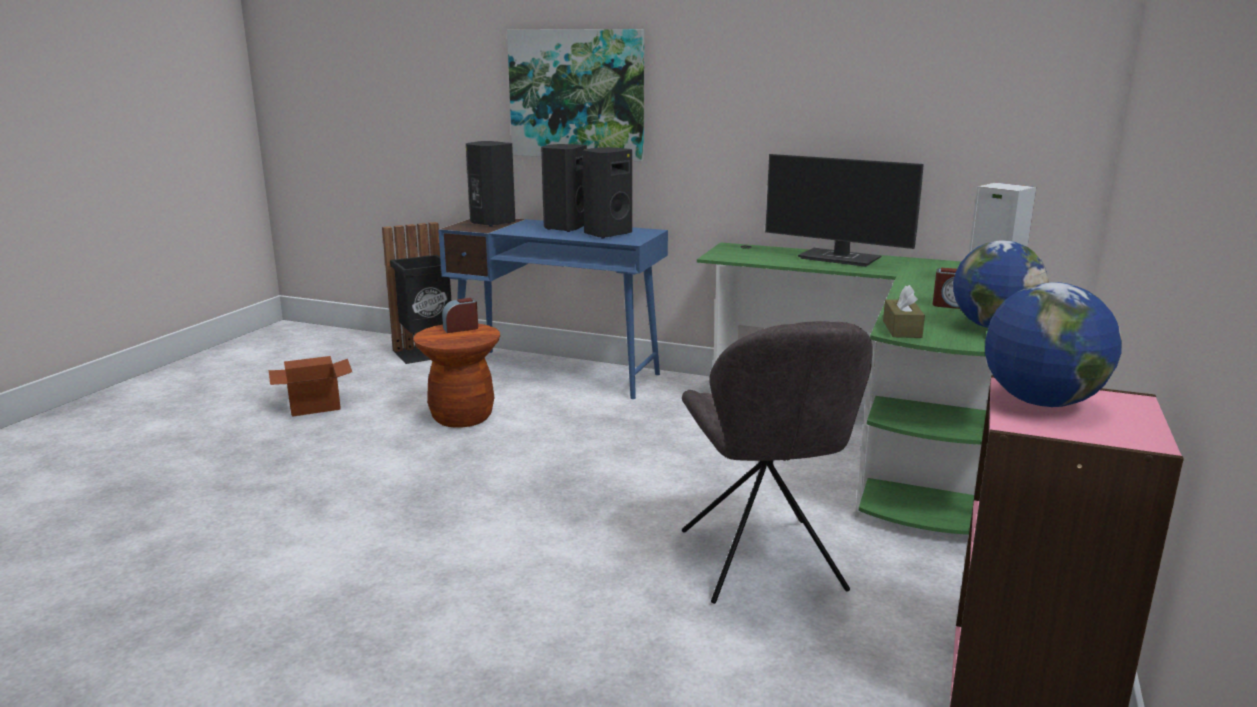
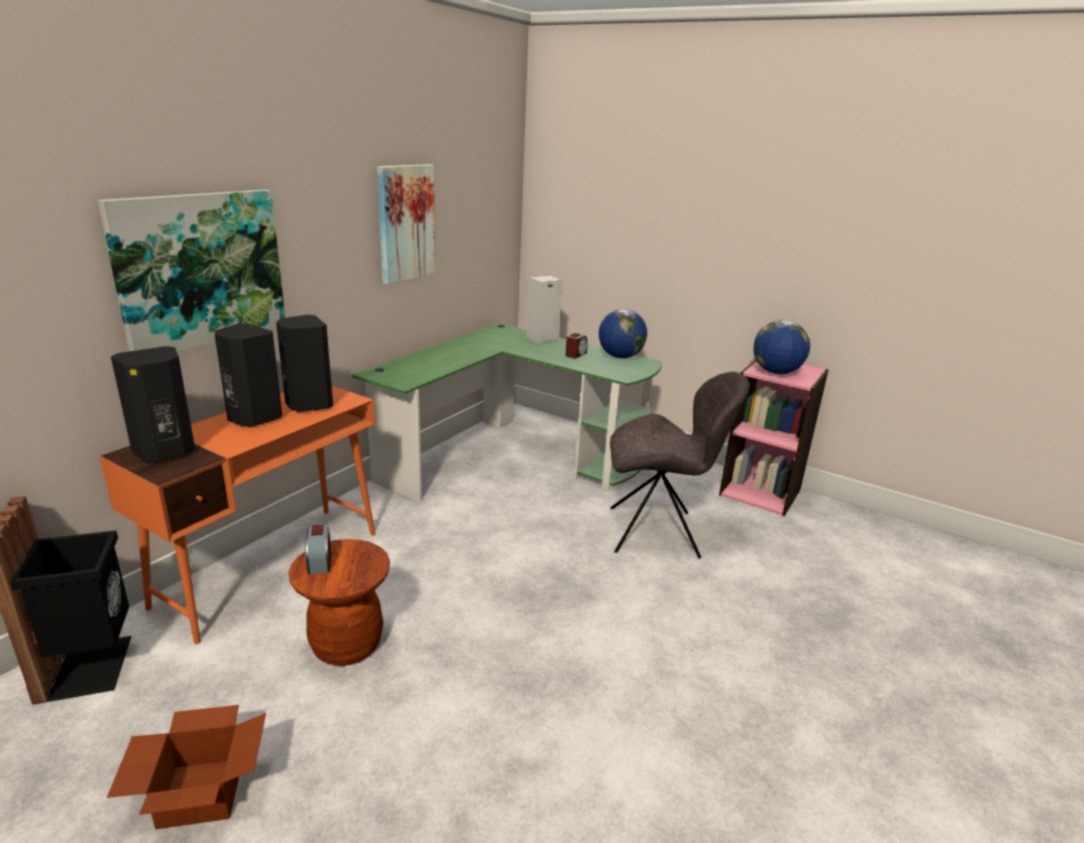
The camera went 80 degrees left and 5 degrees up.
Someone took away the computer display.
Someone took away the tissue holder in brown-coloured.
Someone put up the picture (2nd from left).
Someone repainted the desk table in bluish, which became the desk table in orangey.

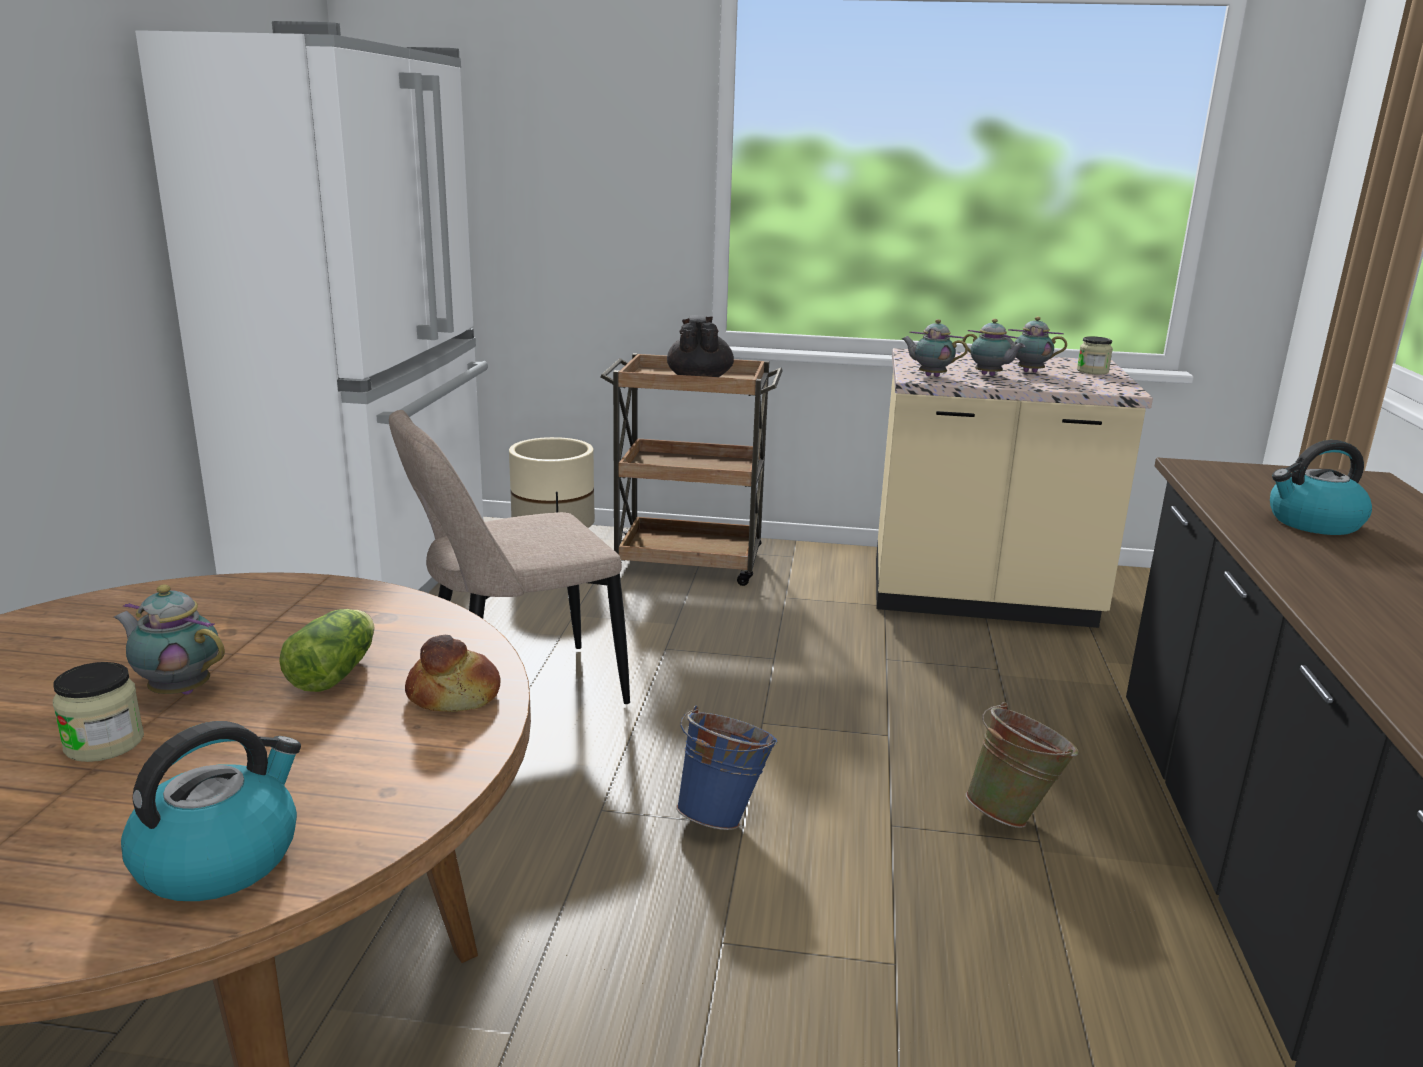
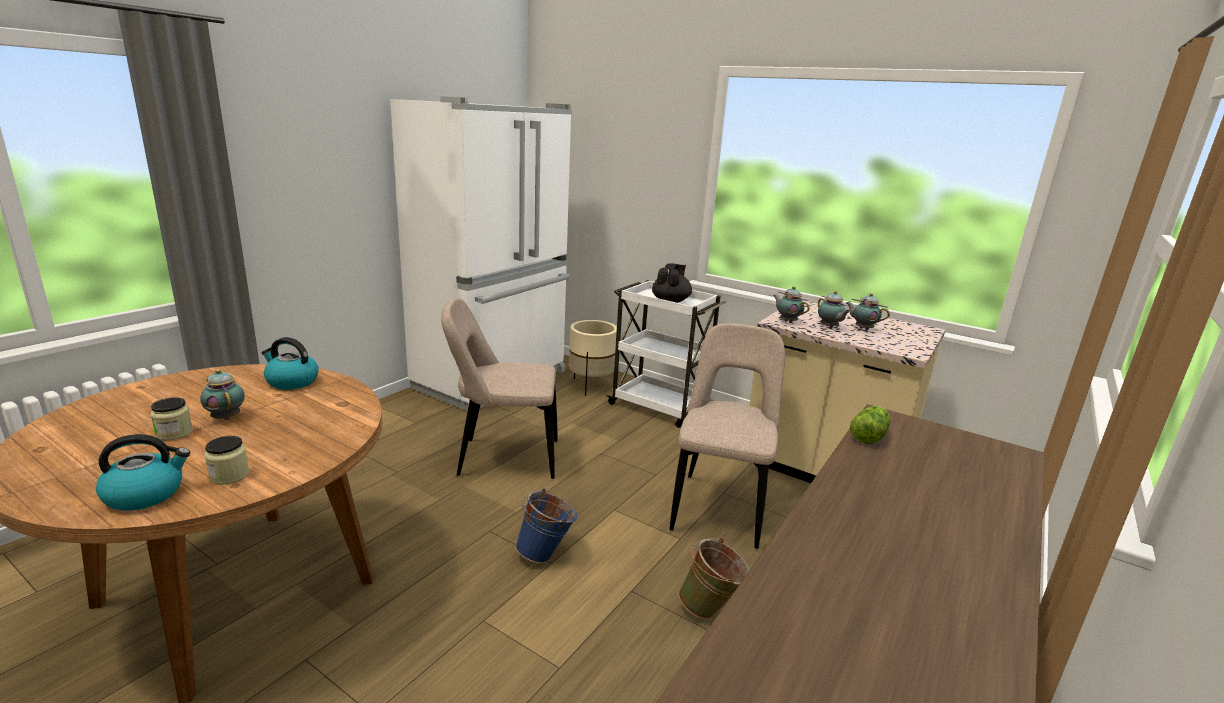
The camera went 25 degrees right and 0 degrees up.
Someone took away the bakery bread.
Someone put down the chair in sand-coloured (2nd from left).
Someone carried the head of lettuce.
Someone carried the storage jar (2nd from left).
Someone carried the tea kettle (2nd from left).
Someone repainted the trolley in brown-coloured, which became the trolley in white.

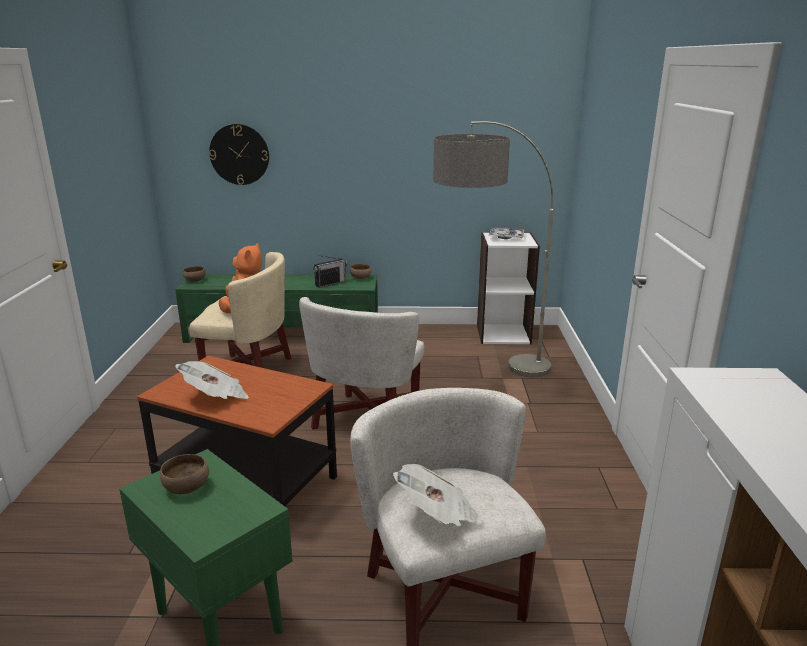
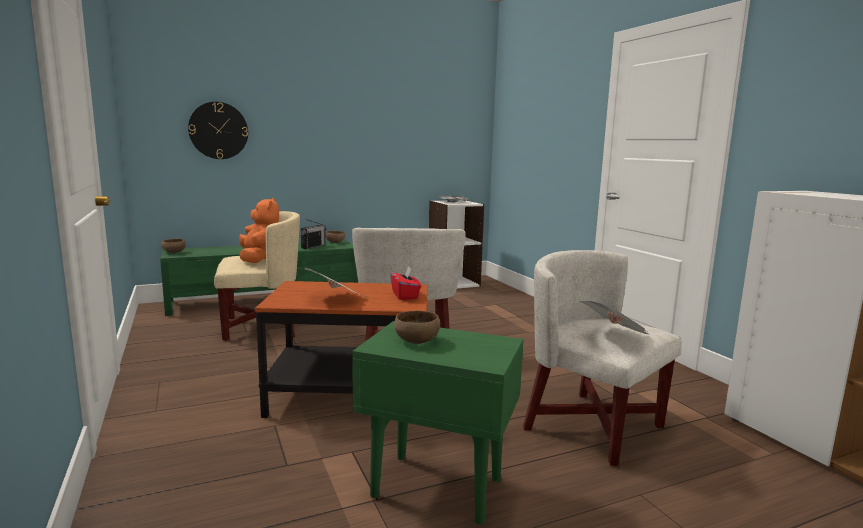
The camera went 25 degrees left and 10 degrees down.
Someone took away the standing lamp.
Someone put down the tissue holder in red.

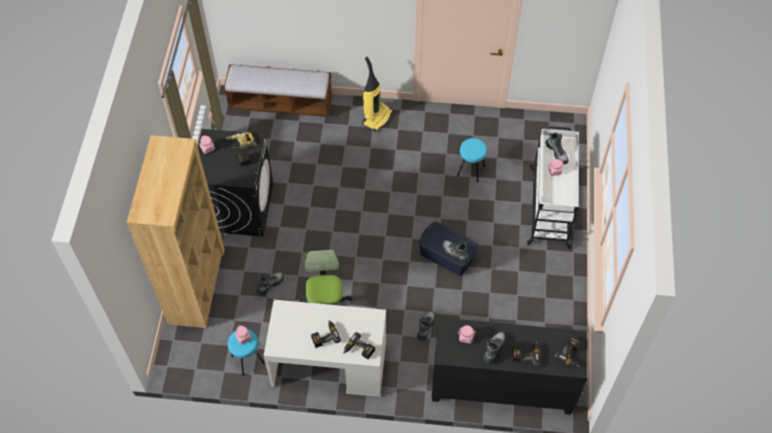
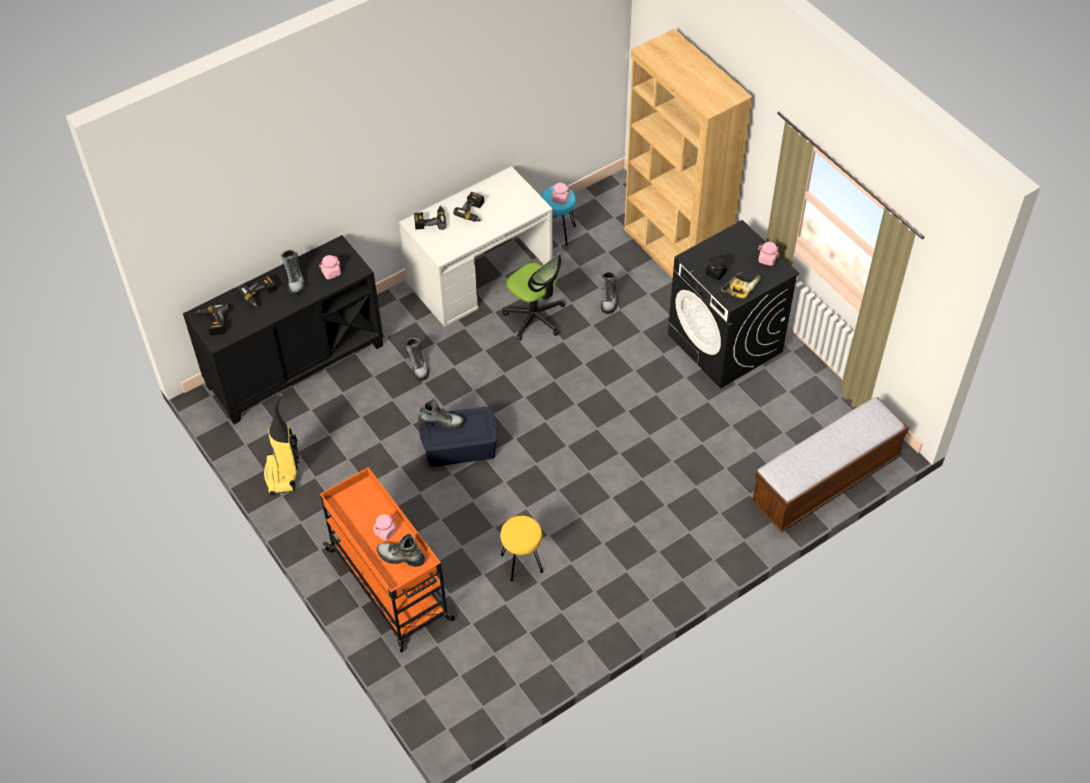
The camera went 140 degrees right and 5 degrees down.
Someone carried the vacuum.
Someone repainted the sitting stool in turquoise (2nd from left), which became the sitting stool in yellow-coloured.
Someone repainted the trolley in white, which became the trolley in orangey.

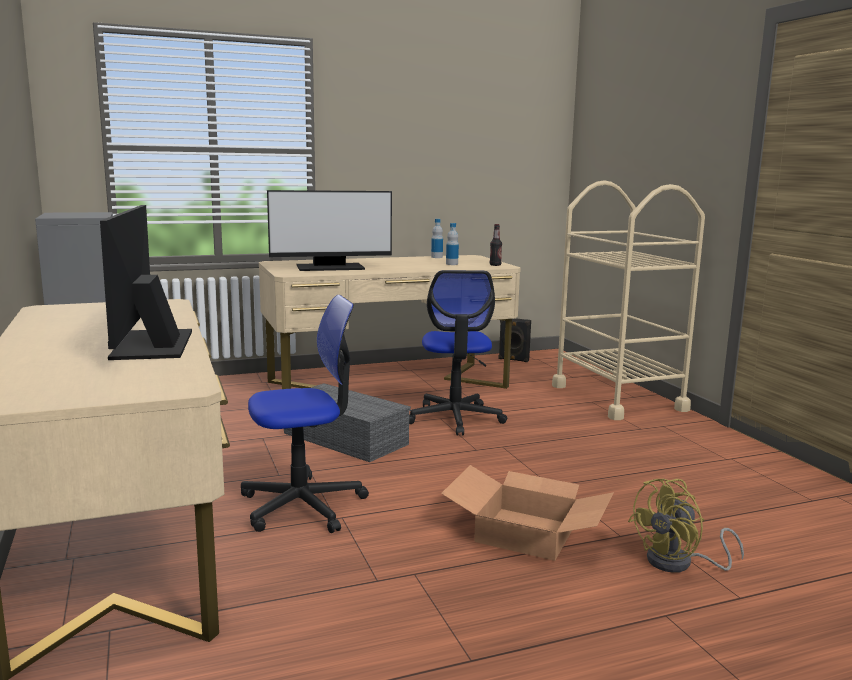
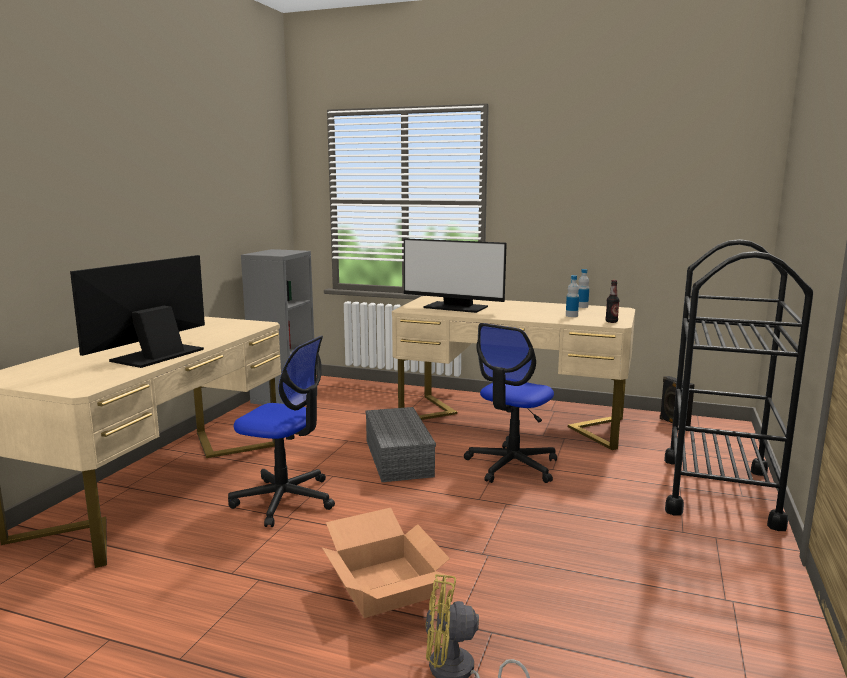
The camera went 40 degrees right and 0 degrees up.
Someone repainted the trolley in sand-coloured, which became the trolley in black-coloured.

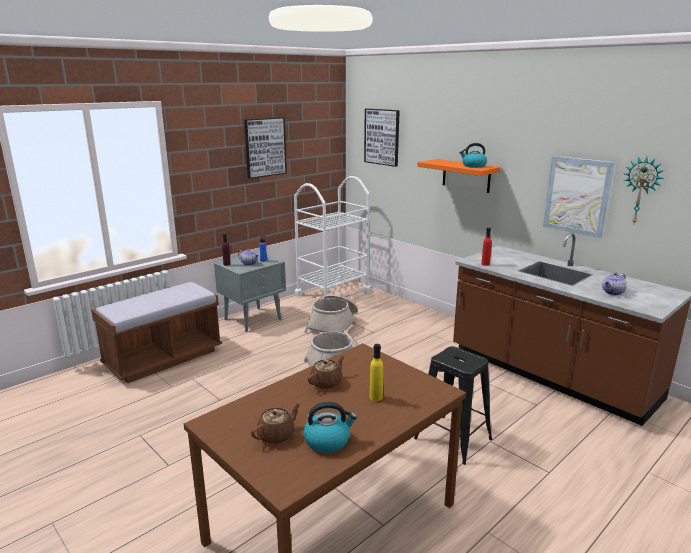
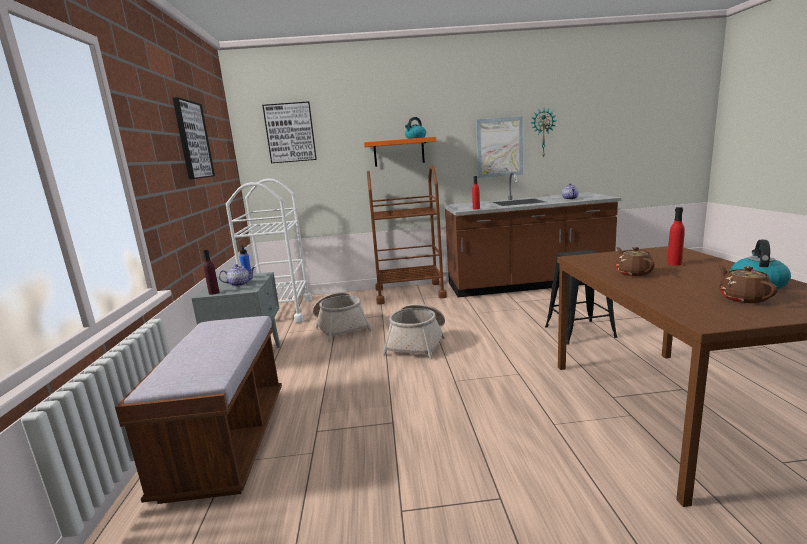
The camera went 50 degrees left and 5 degrees down.
Someone put down the trolley in brown-coloured.
Someone repainted the bottle in yellow-coloured, which became the bottle in red (2nd from left).

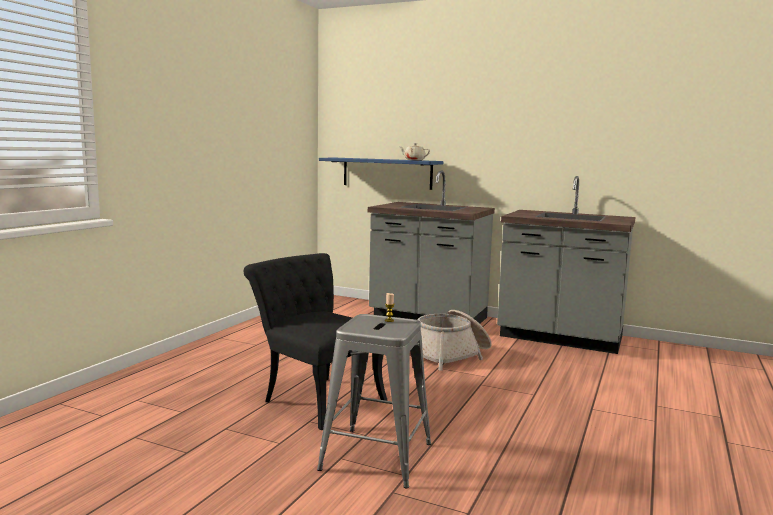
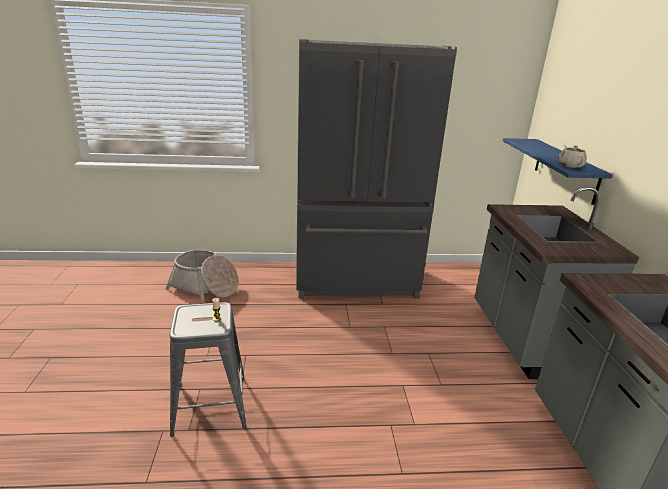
The camera went 60 degrees right and 15 degrees up.
Someone took away the chair in black-coloured.
Someone put down the refrigerator in greyish.
Someone carried the basket.

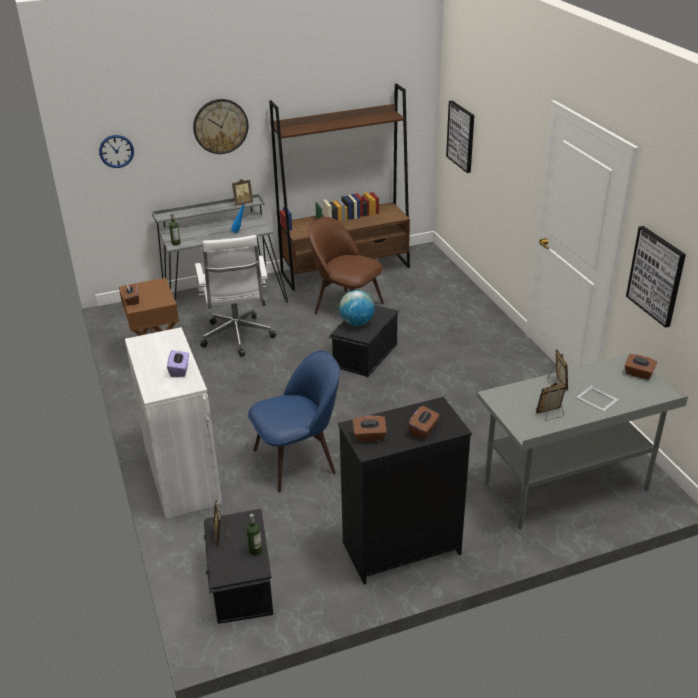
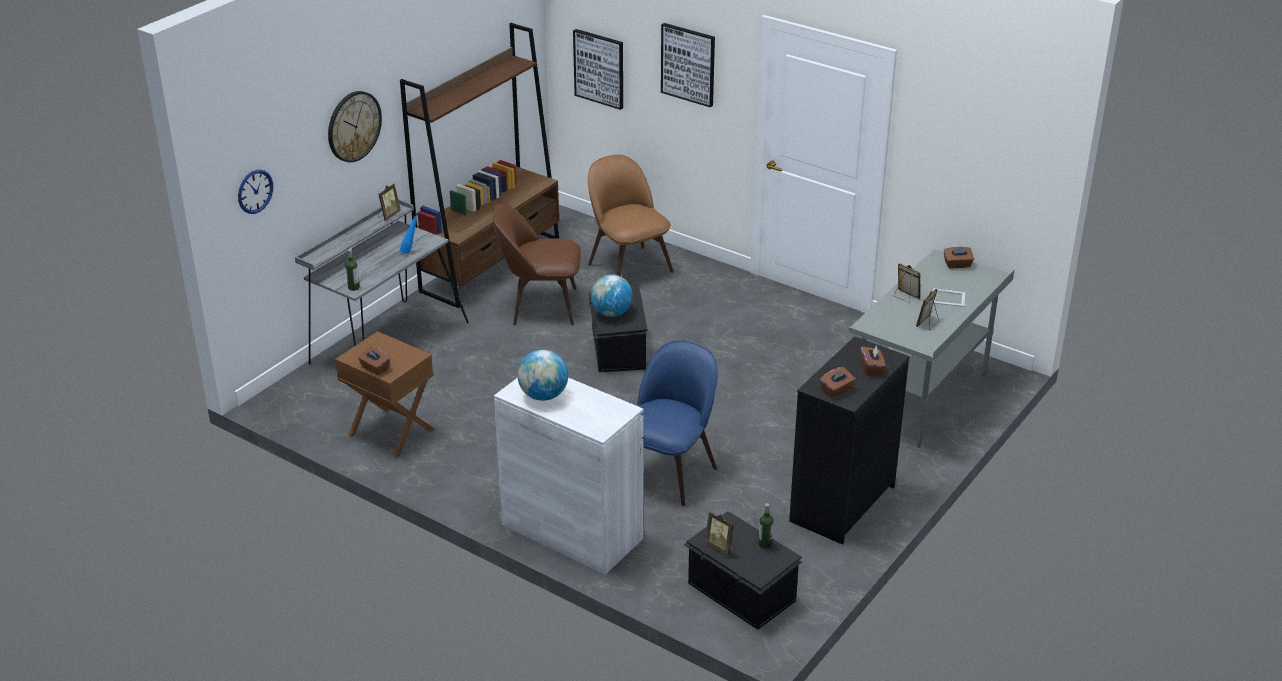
The camera went 35 degrees left and 0 degrees up.
Someone took away the tissue holder in purplish.
Someone took away the desk chair in white.
Someone put down the world globe (1st from left).
Someone put down the chair in brown-coloured (2nd from left).
Someone carried the picture (2nd from left).

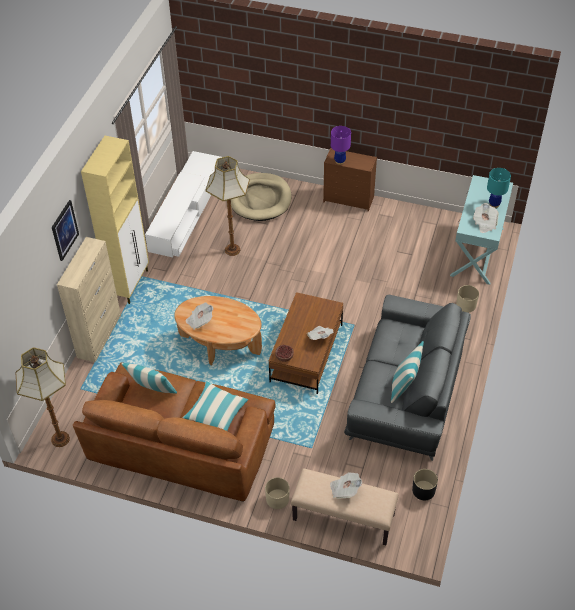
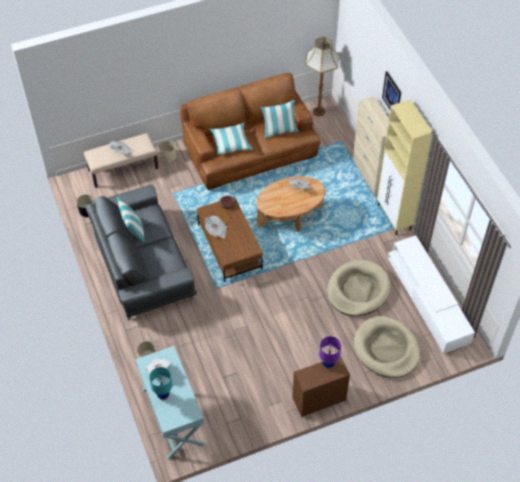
The camera went 140 degrees right and 5 degrees up.
Someone swapped the standing lamp (2nd from left) for the pet bed in sand-coloured (1st from left).

